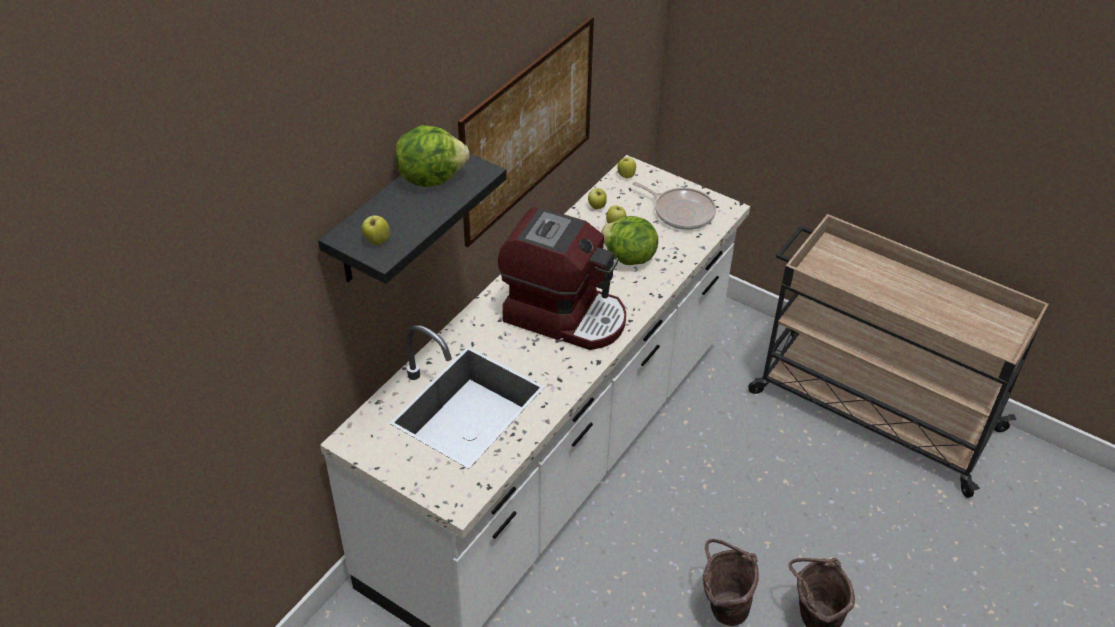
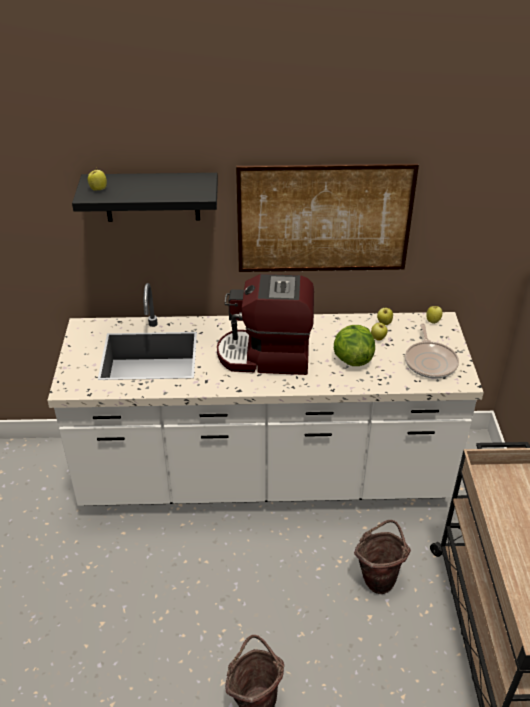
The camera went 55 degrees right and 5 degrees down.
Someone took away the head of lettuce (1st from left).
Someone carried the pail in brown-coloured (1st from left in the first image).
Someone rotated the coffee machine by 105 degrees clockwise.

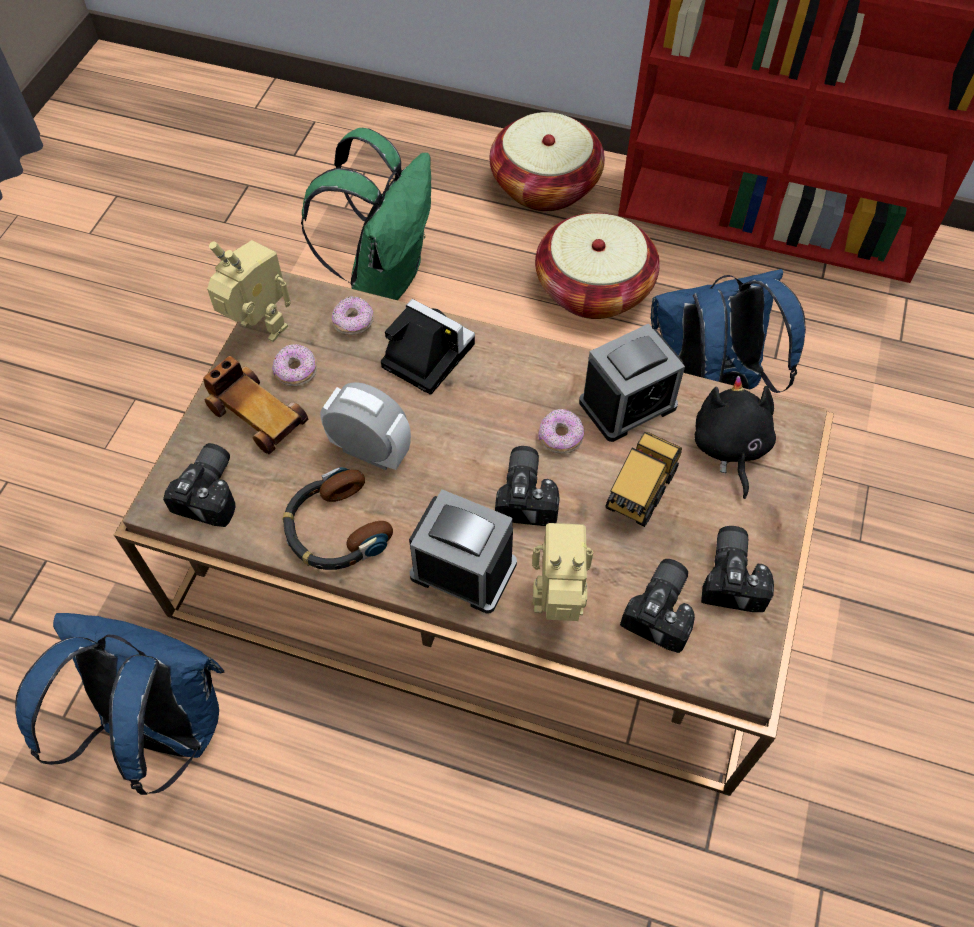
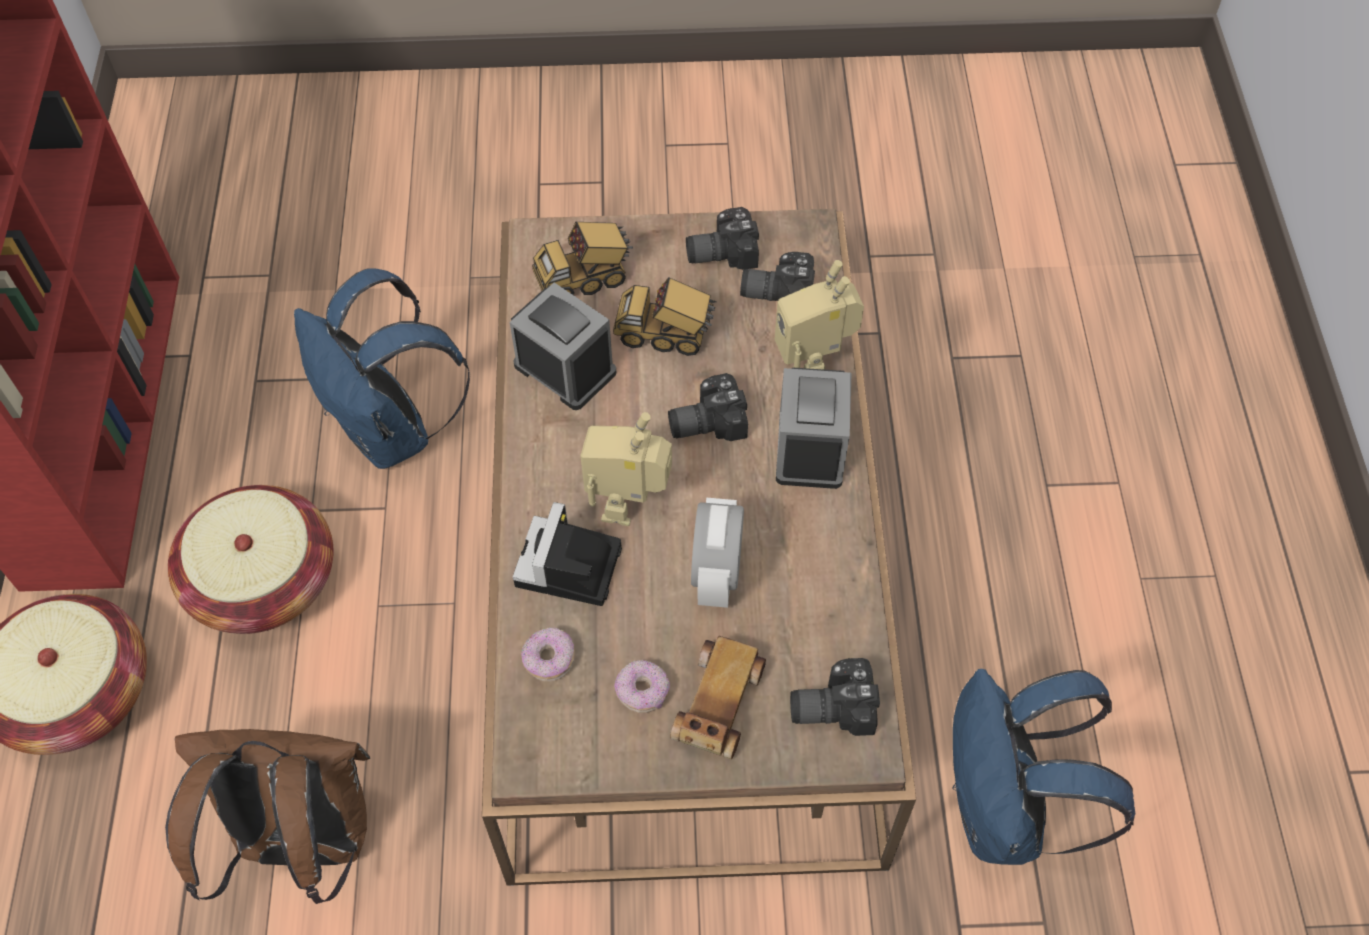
The camera went 110 degrees left and 0 degrees up.
Someone took away the headset.
Someone took away the ring doughnut (3rd from left).
Someone carried the toy robot (1st from left).
Someone swapped the soft toy in black-coloured for the toy truck (1st from left).
Someone repainted the backpack in green, which became the backpack in brown-coloured.

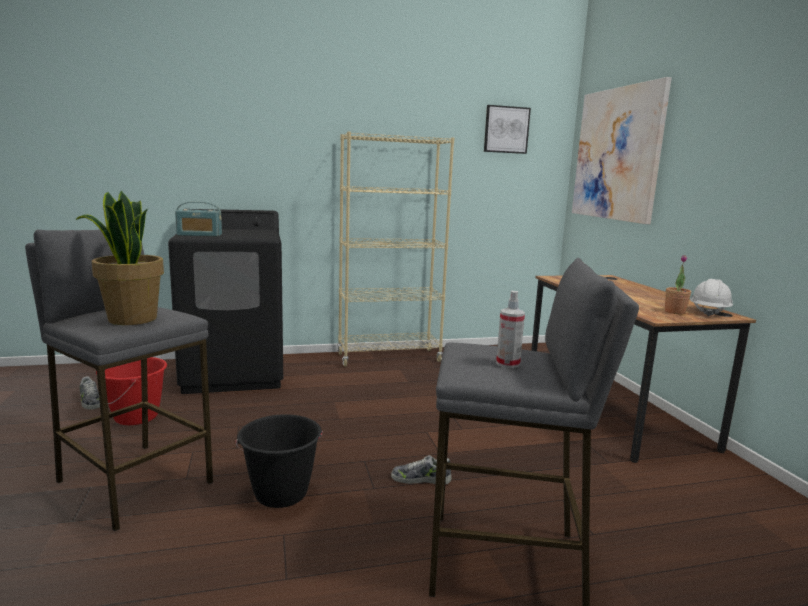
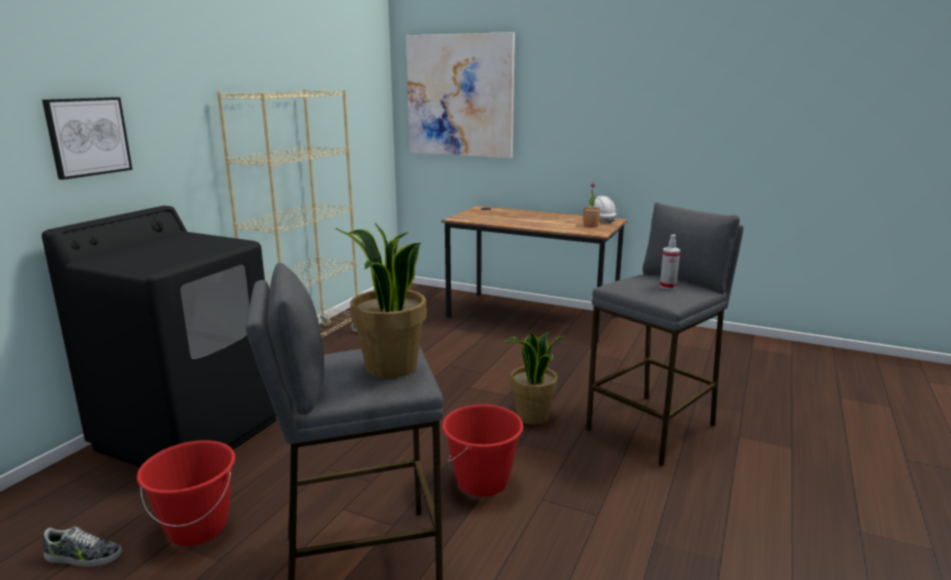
The camera went 50 degrees left and 5 degrees up.
Someone took away the radio set.
Someone carried the picture (1st from left).
Someone swapped the low shoe (2nd from left) for the plant in a pot (2nd from left).
Someone repainted the pail in black-coloured, which became the pail in red (2nd from left).

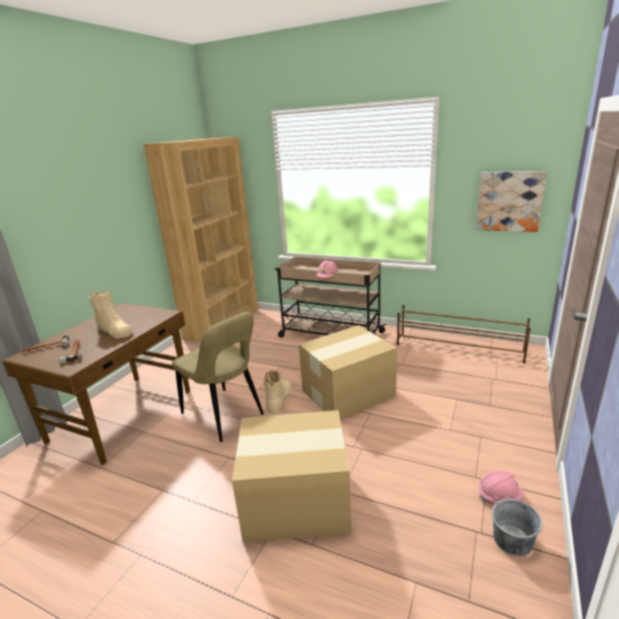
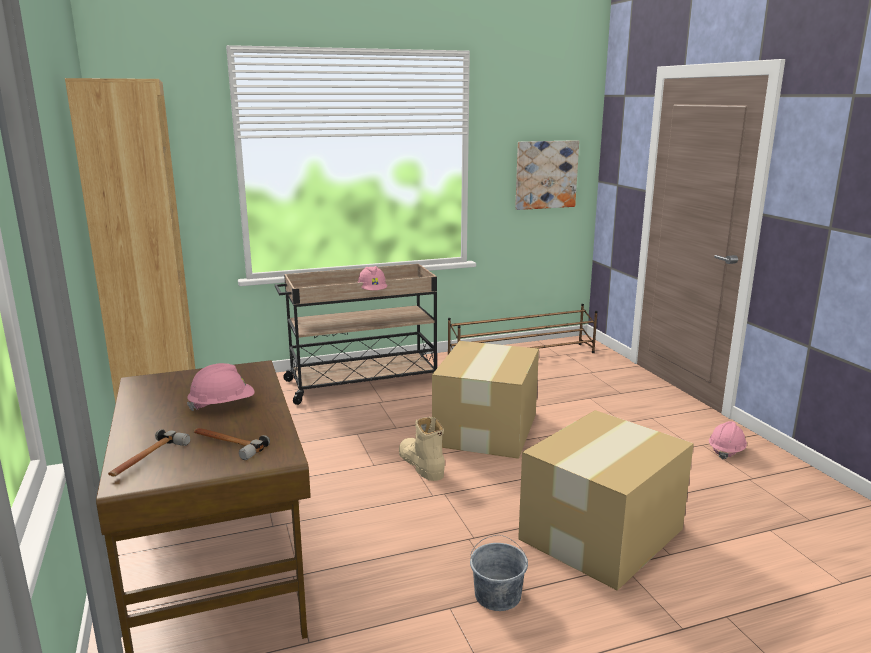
The camera went 45 degrees left and 5 degrees down.
Someone took away the chair in sand-coloured.
Someone carried the pail in greyish.
Someone swapped the high-top boot in sand-coloured (1st from left) for the hard hat in pink-coloured (1st from left).

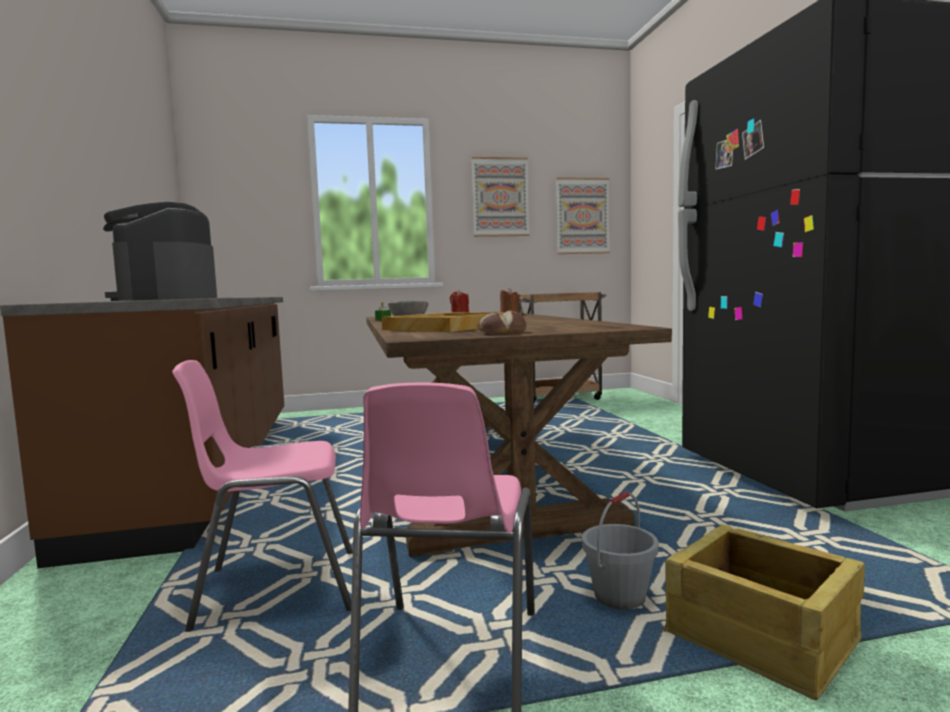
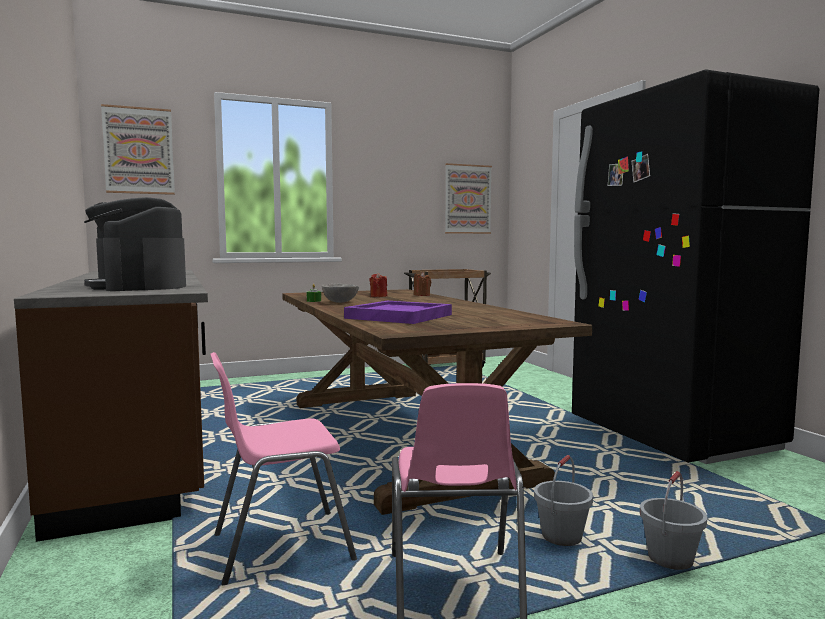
The camera went 10 degrees left and 0 degrees up.
Someone took away the bakery bread.
Someone carried the picture (1st from left).
Someone swapped the packing crate for the pail in greyish (2nd from left).
Someone repainted the serving tray in sand-coloured, which became the serving tray in purplish.

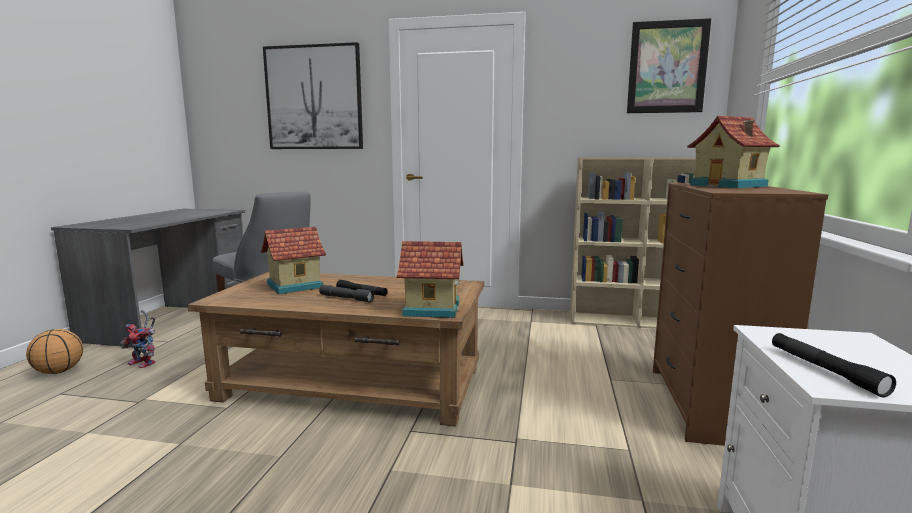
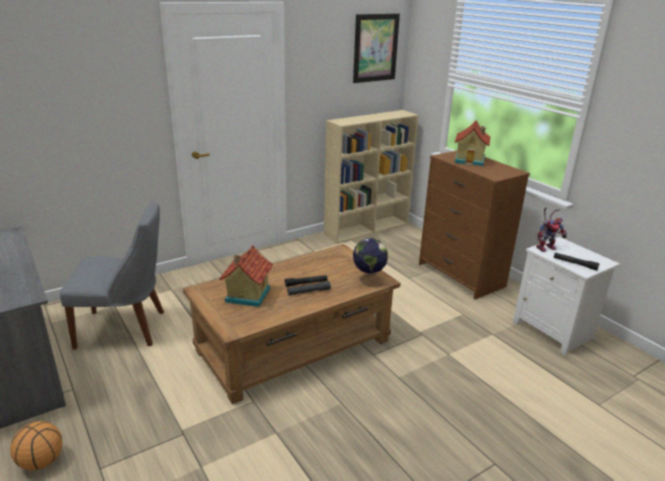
The camera went 45 degrees left and 15 degrees up.
Someone took away the picture (1st from left).
Someone carried the toy robot.
Someone swapped the toy house (2nd from left) for the world globe.

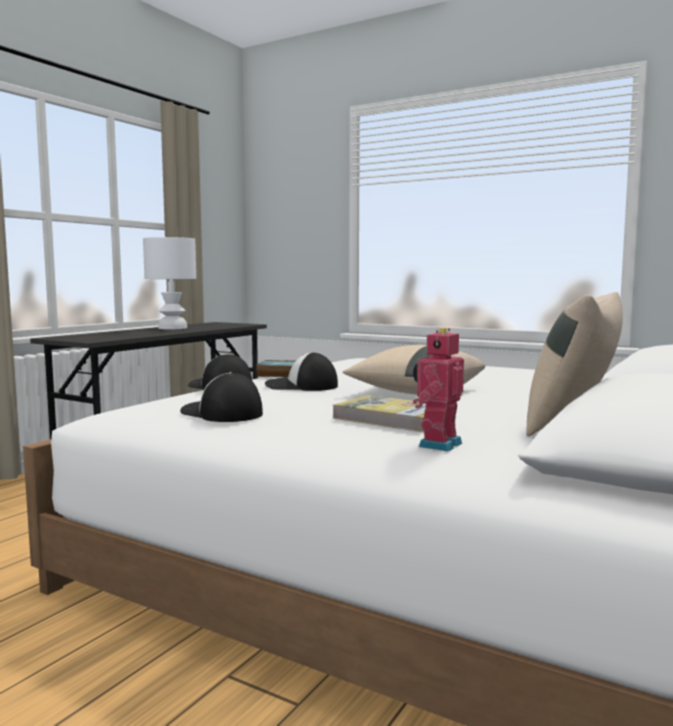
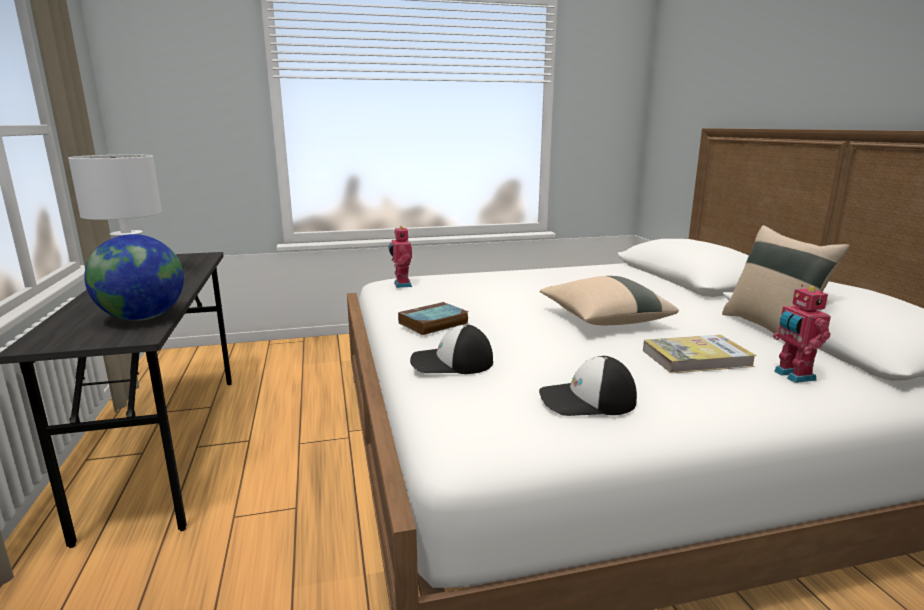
The camera went 45 degrees left and 10 degrees up.
Someone took away the baseball cap (3rd from left).
Someone put down the world globe.
Someone put down the toy robot (1st from left).

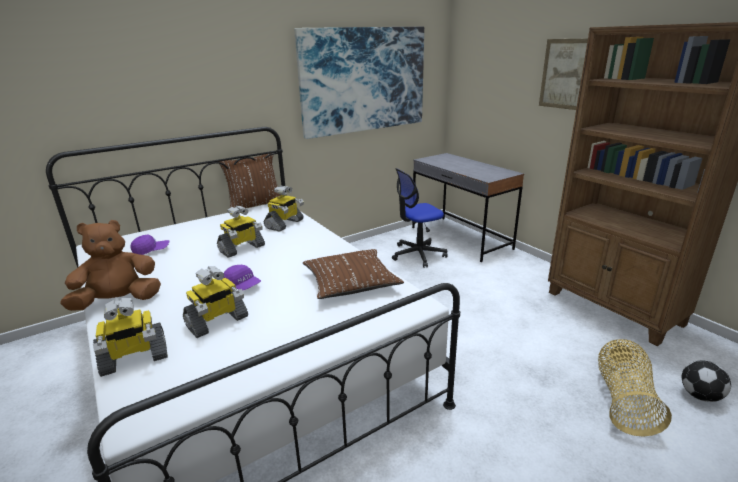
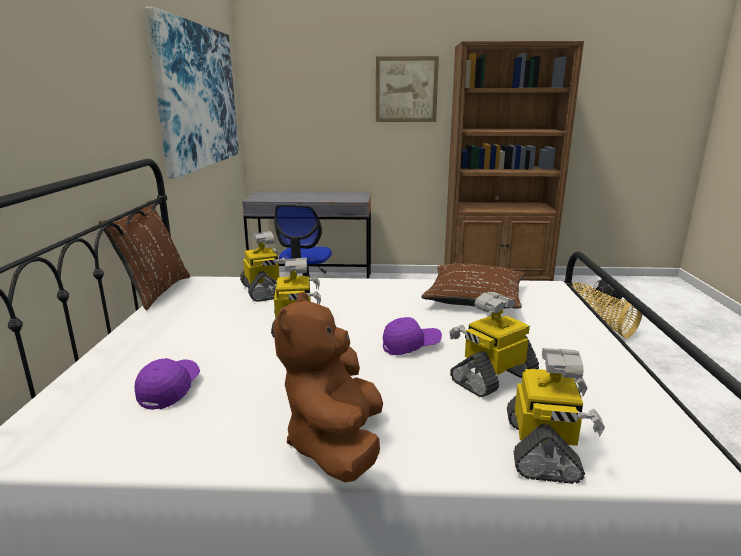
The camera went 55 degrees left and 5 degrees down.
Someone rotated the toy robot (2nd from left in the first image) by 120 degrees counterclockwise.

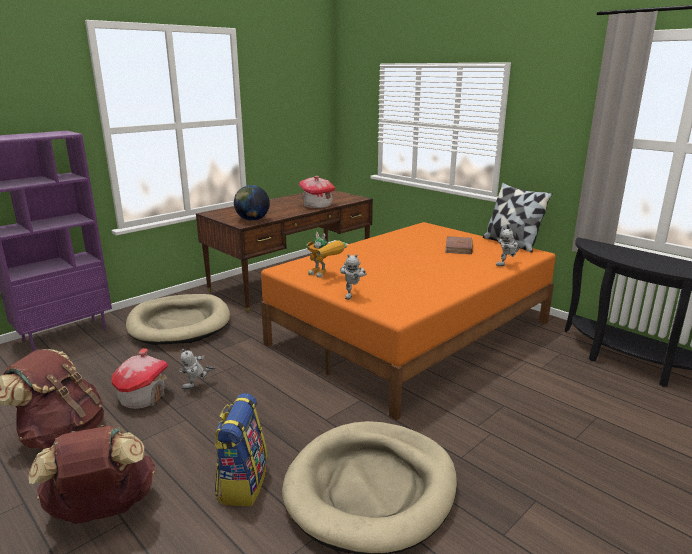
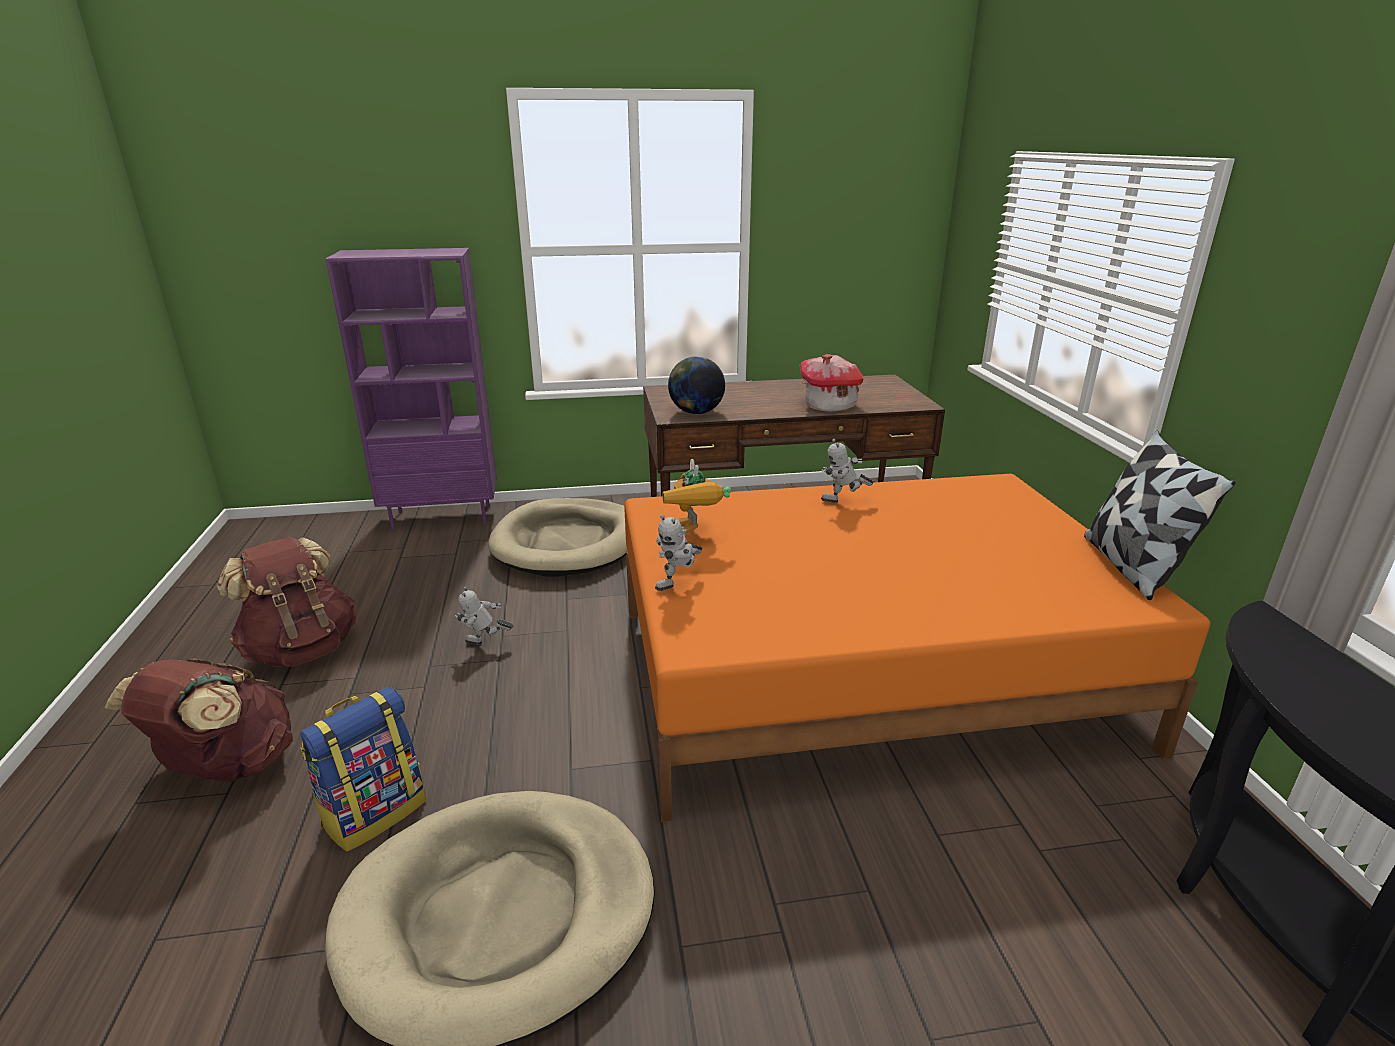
The camera went 35 degrees right and 5 degrees up.
Someone took away the toy house (1st from left).
Someone took away the volume in brown-coloured.
Someone carried the toy robot (4th from left).

